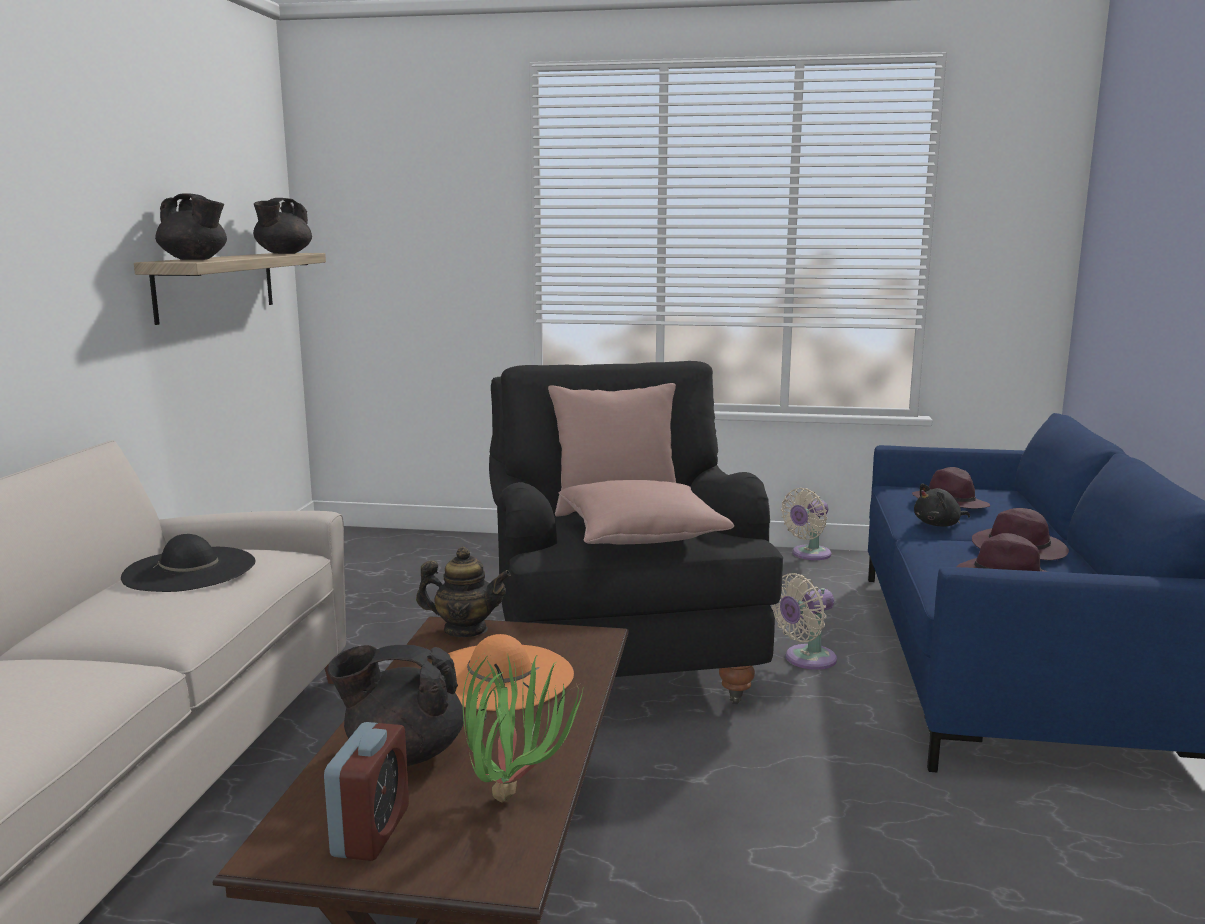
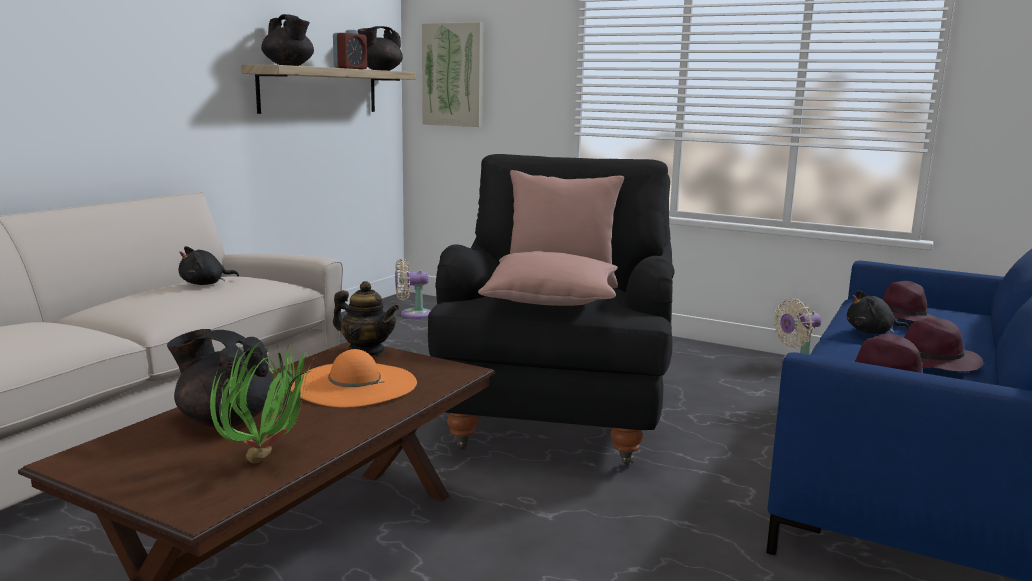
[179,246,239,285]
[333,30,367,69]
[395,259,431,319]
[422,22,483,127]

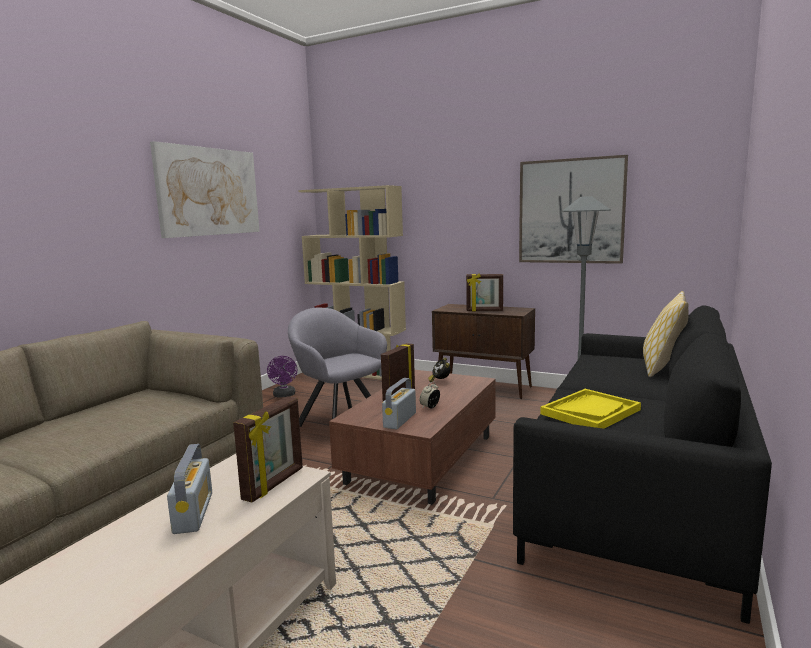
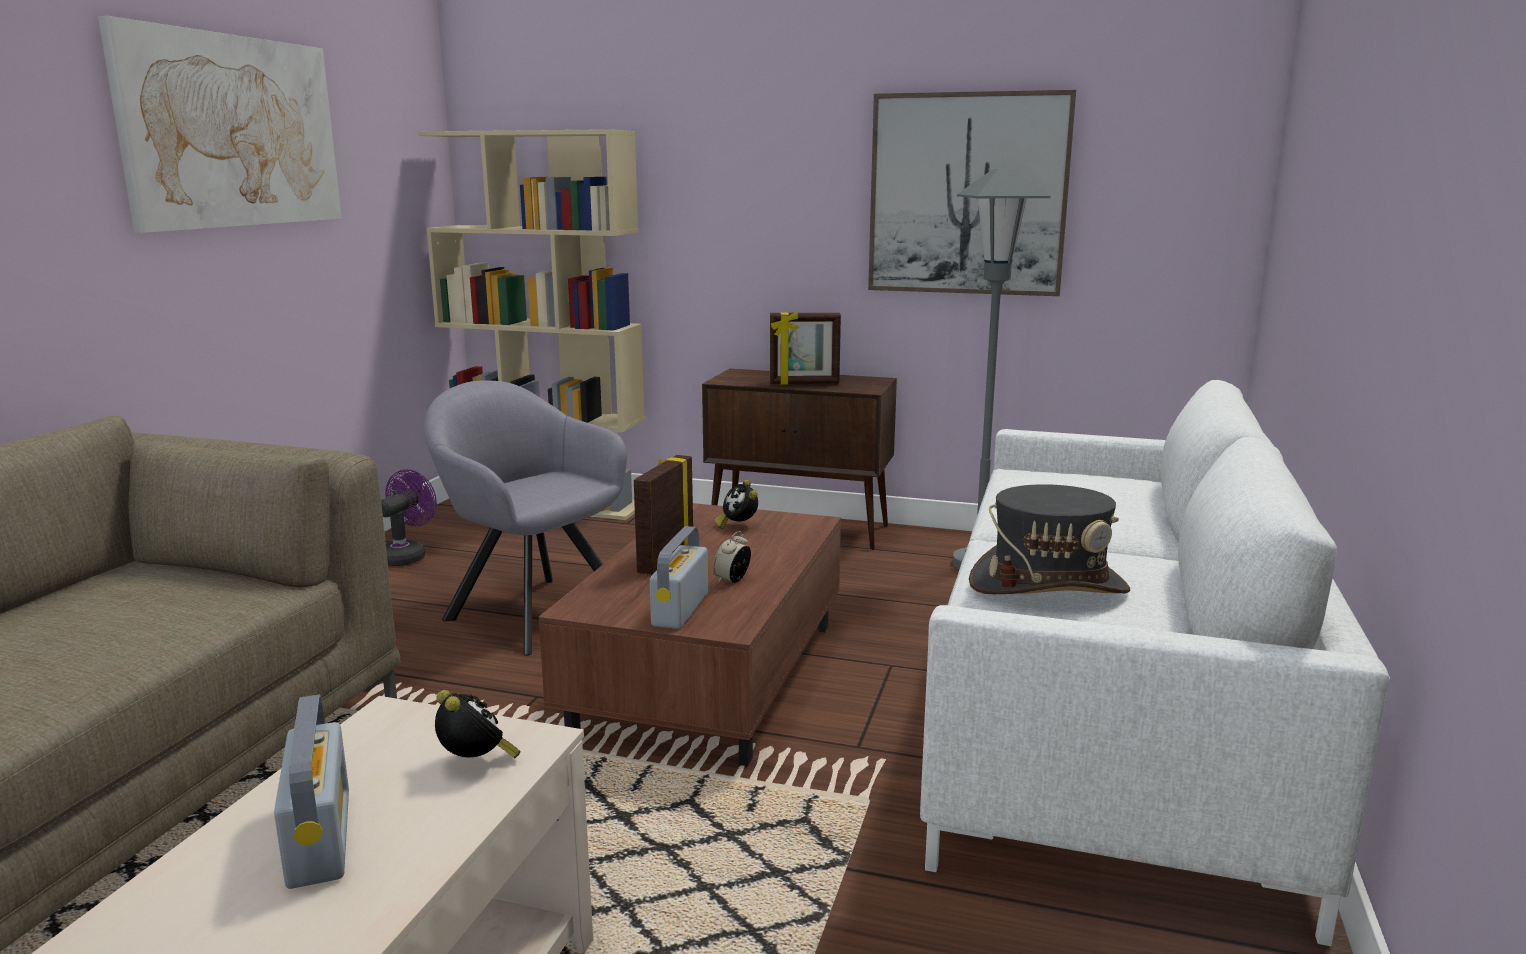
[381,469,437,566]
[435,690,521,758]
[920,380,1390,946]
[969,484,1130,594]
[643,291,689,377] (first image)

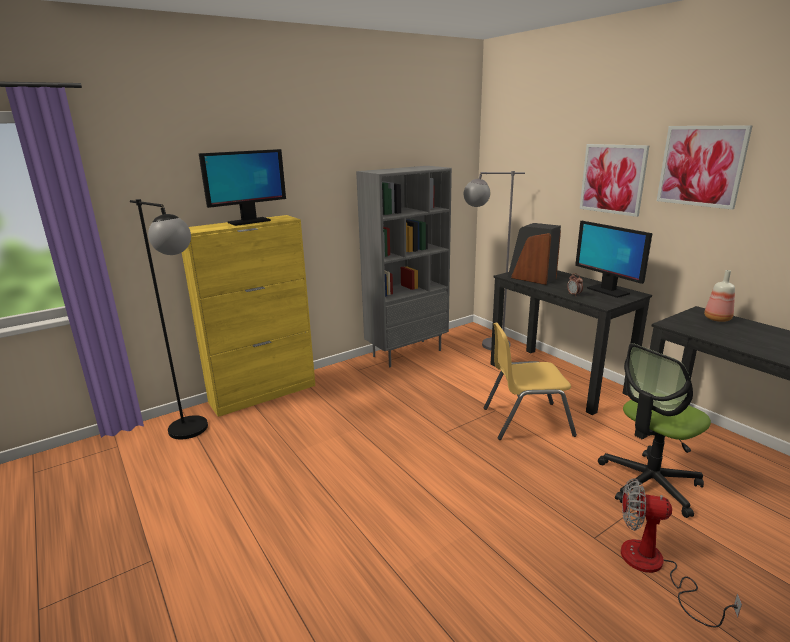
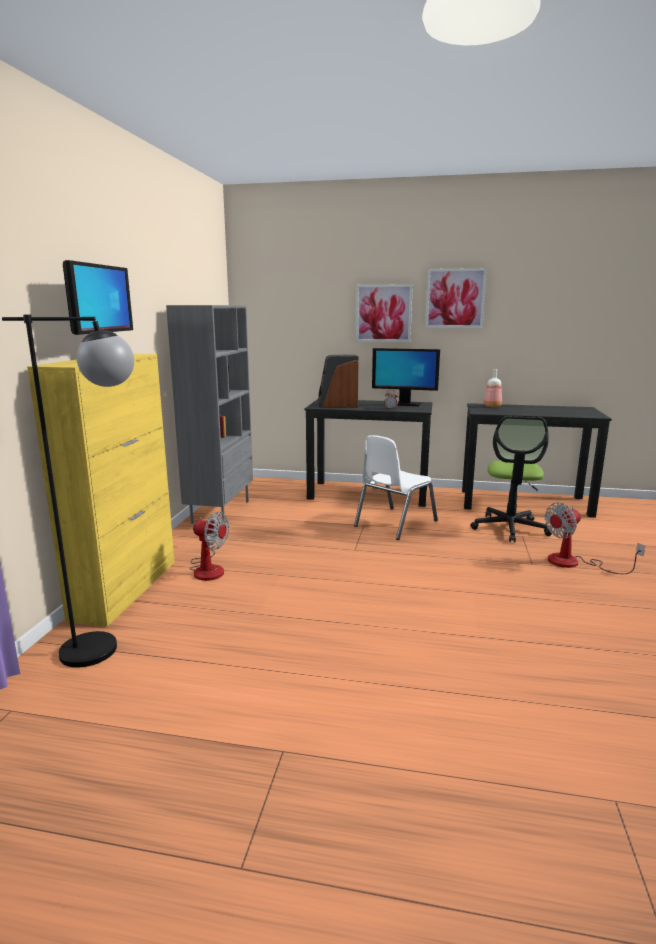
[190,512,229,581]
[354,435,438,540]
[464,171,525,350] (first image)

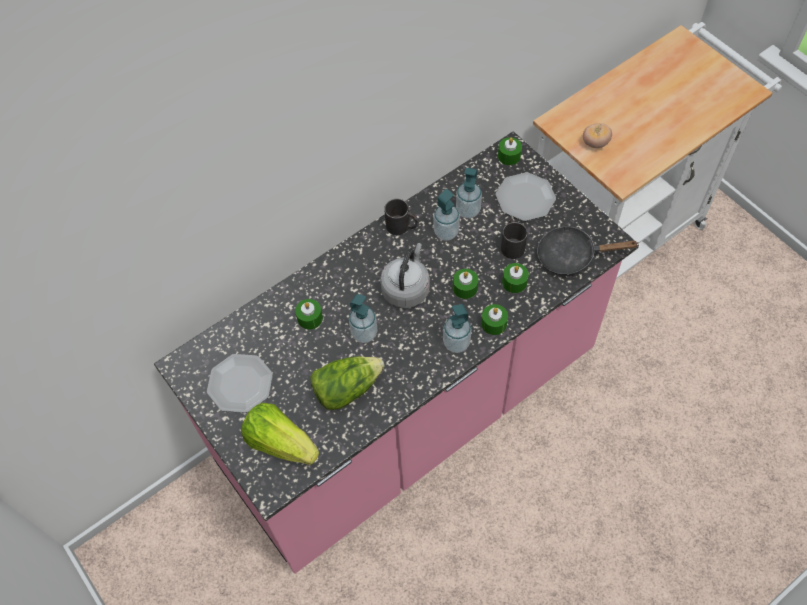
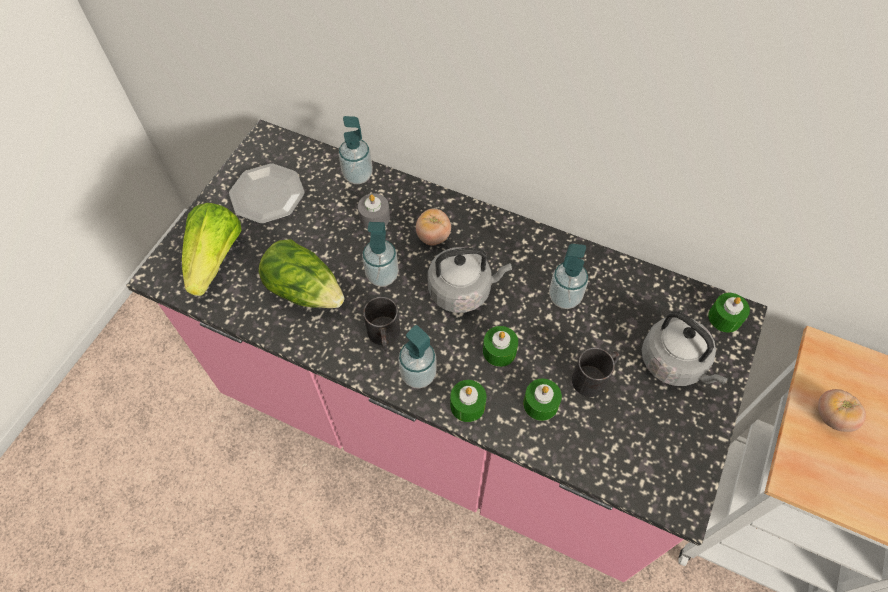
[339,116,372,184]
[358,193,390,229]
[363,297,400,352]
[416,209,451,246]
[642,312,728,386]
[537,226,639,275] (first image)

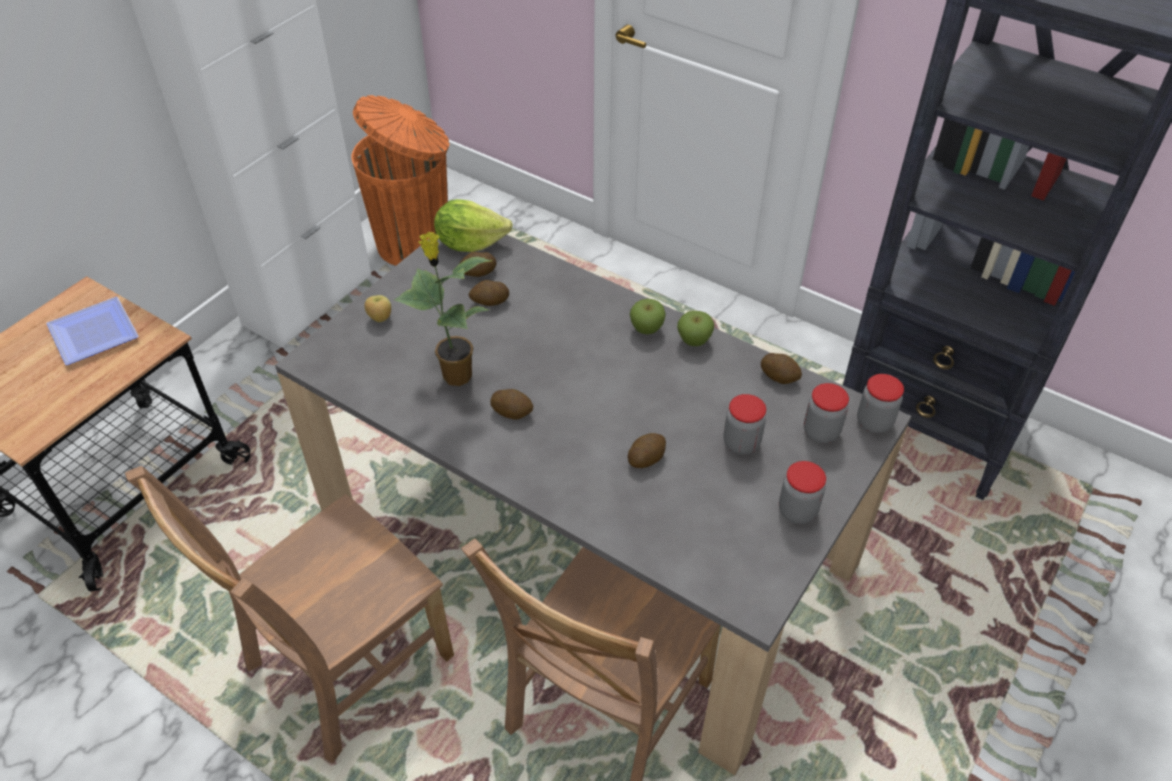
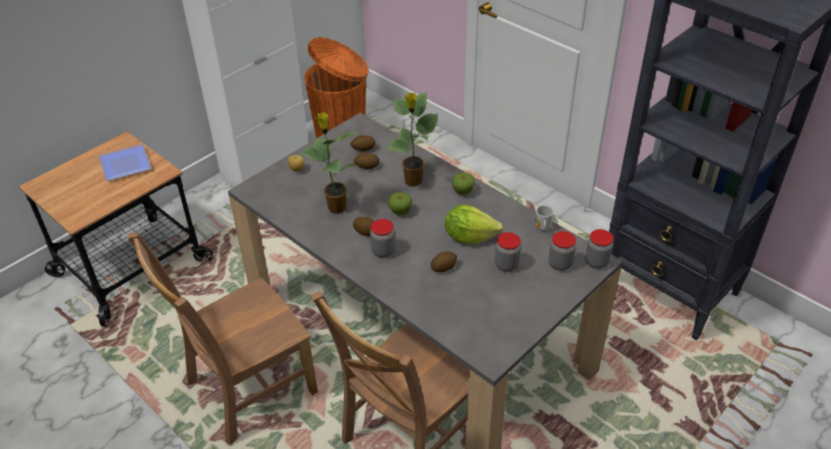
[370,219,395,258]
[386,92,438,187]
[388,192,412,215]
[445,205,503,244]
[535,205,554,231]

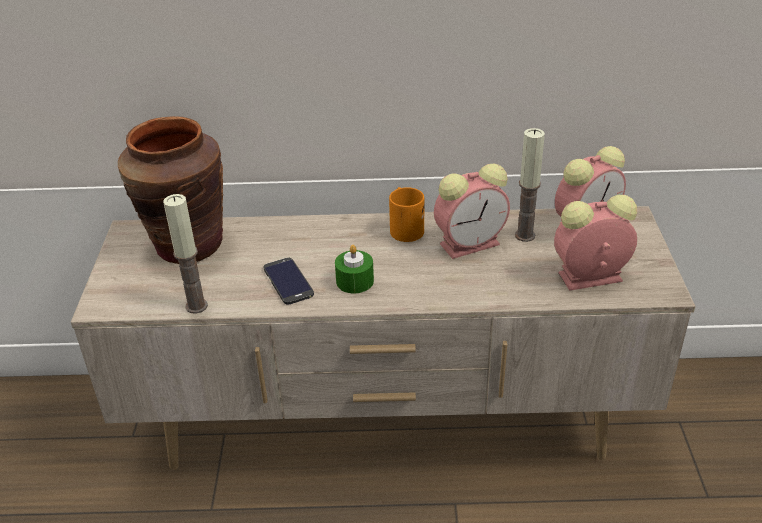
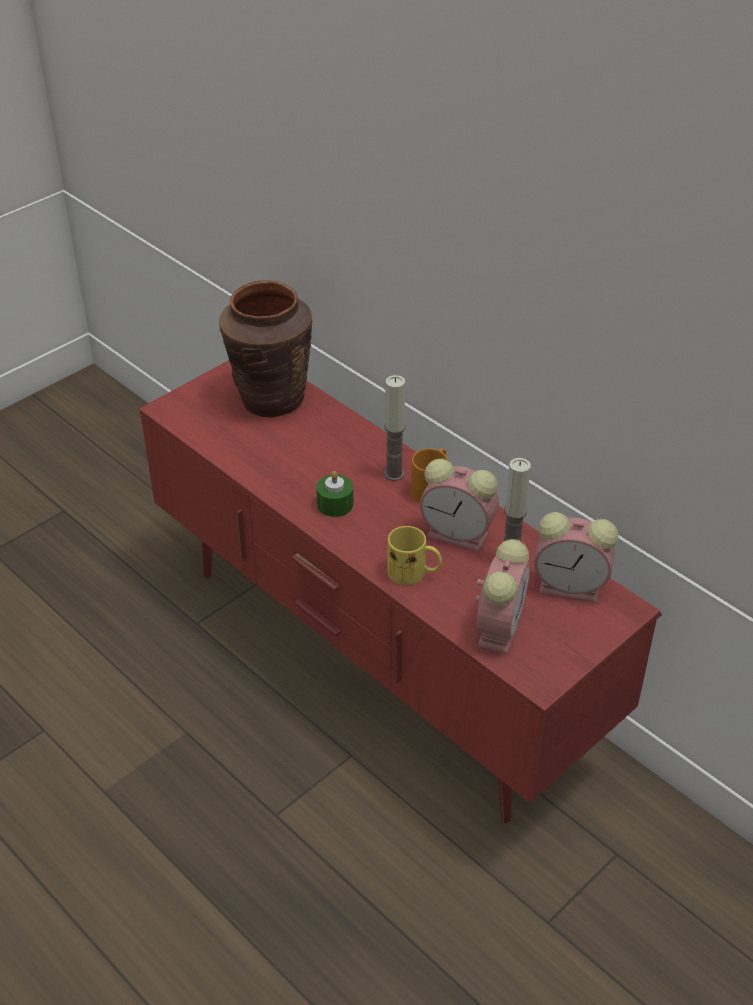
[139,360,662,823]
[384,375,406,481]
[387,526,442,585]
[476,539,530,654]
[263,258,314,304] (first image)

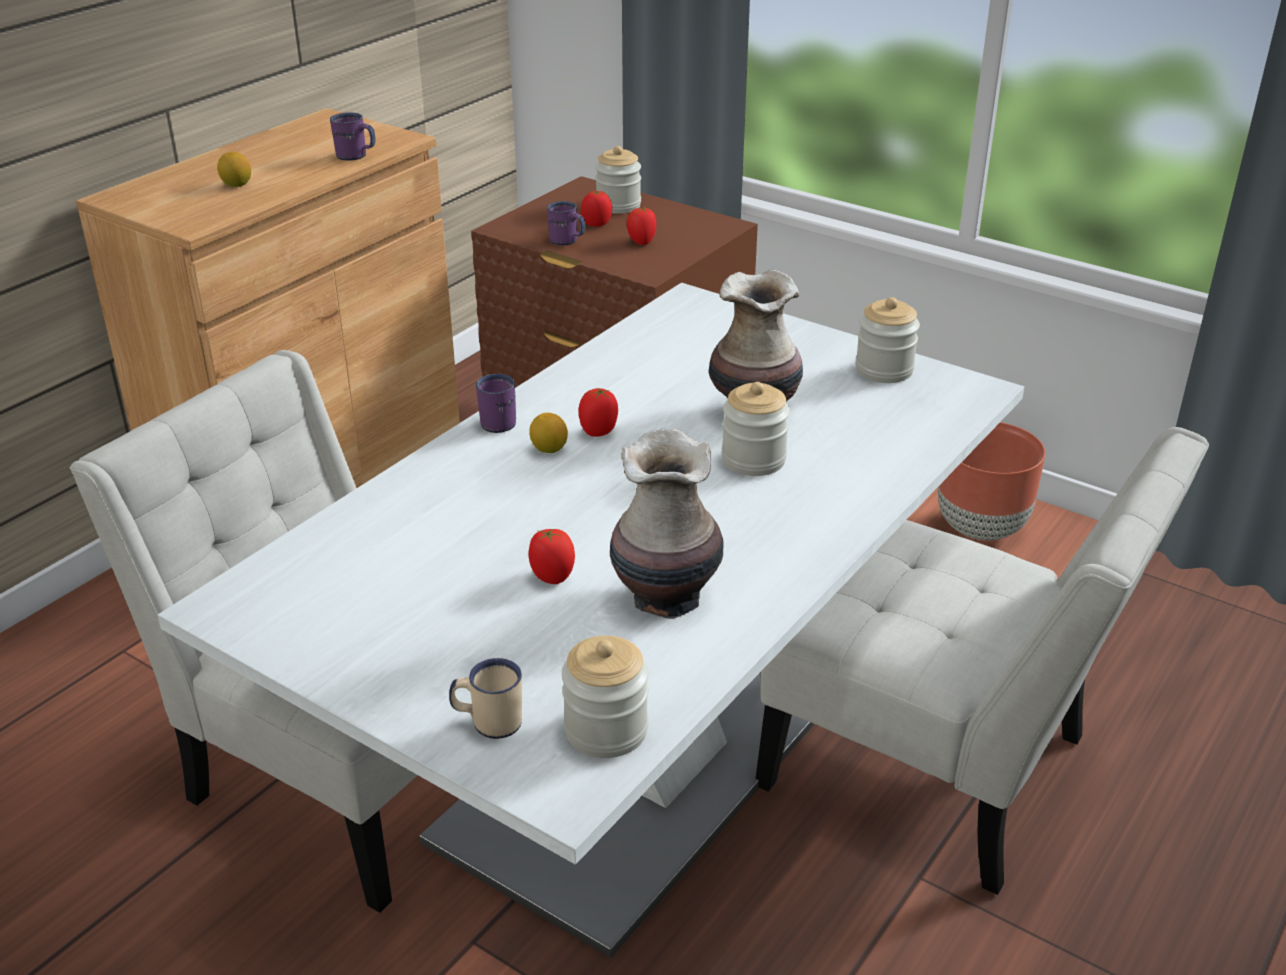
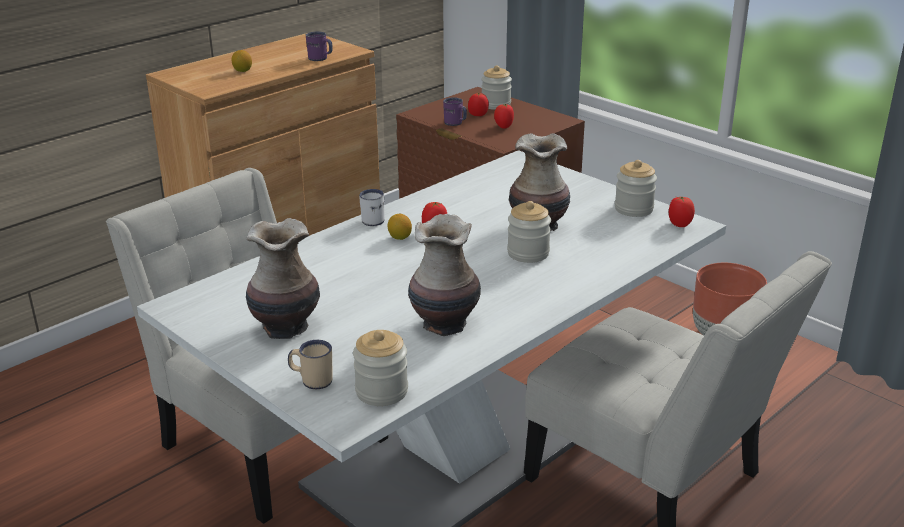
[246,218,320,339]
[359,189,385,226]
[669,197,695,227]

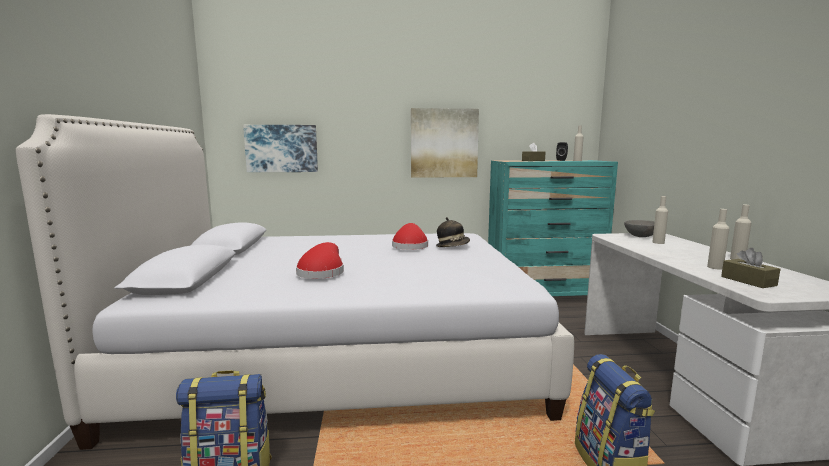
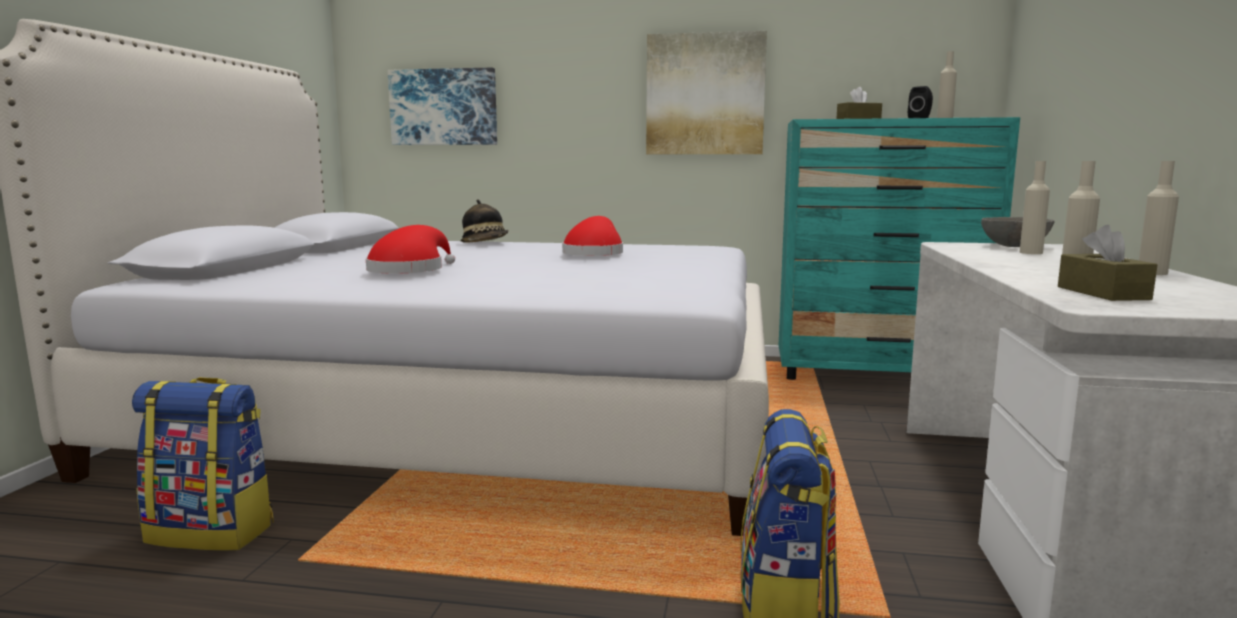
[460,199,509,243]

